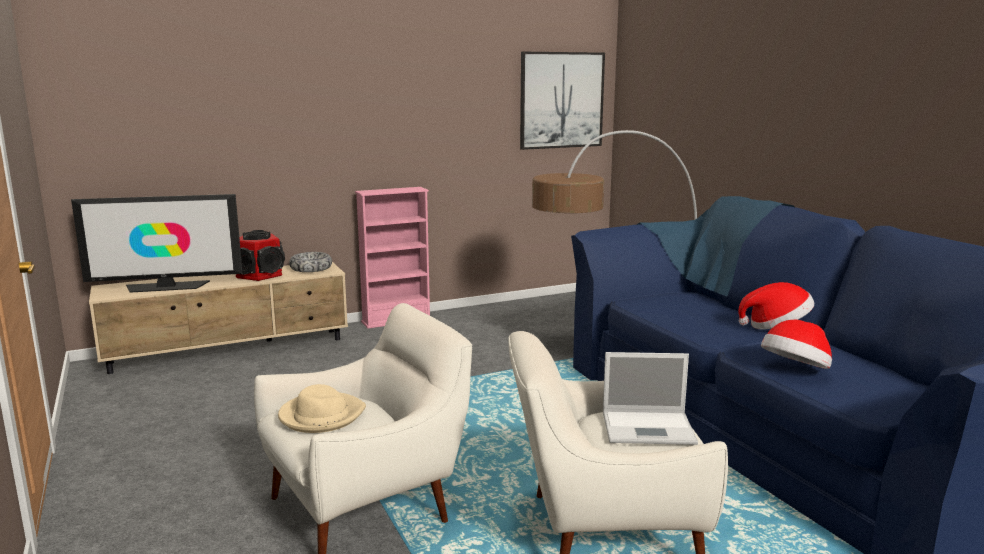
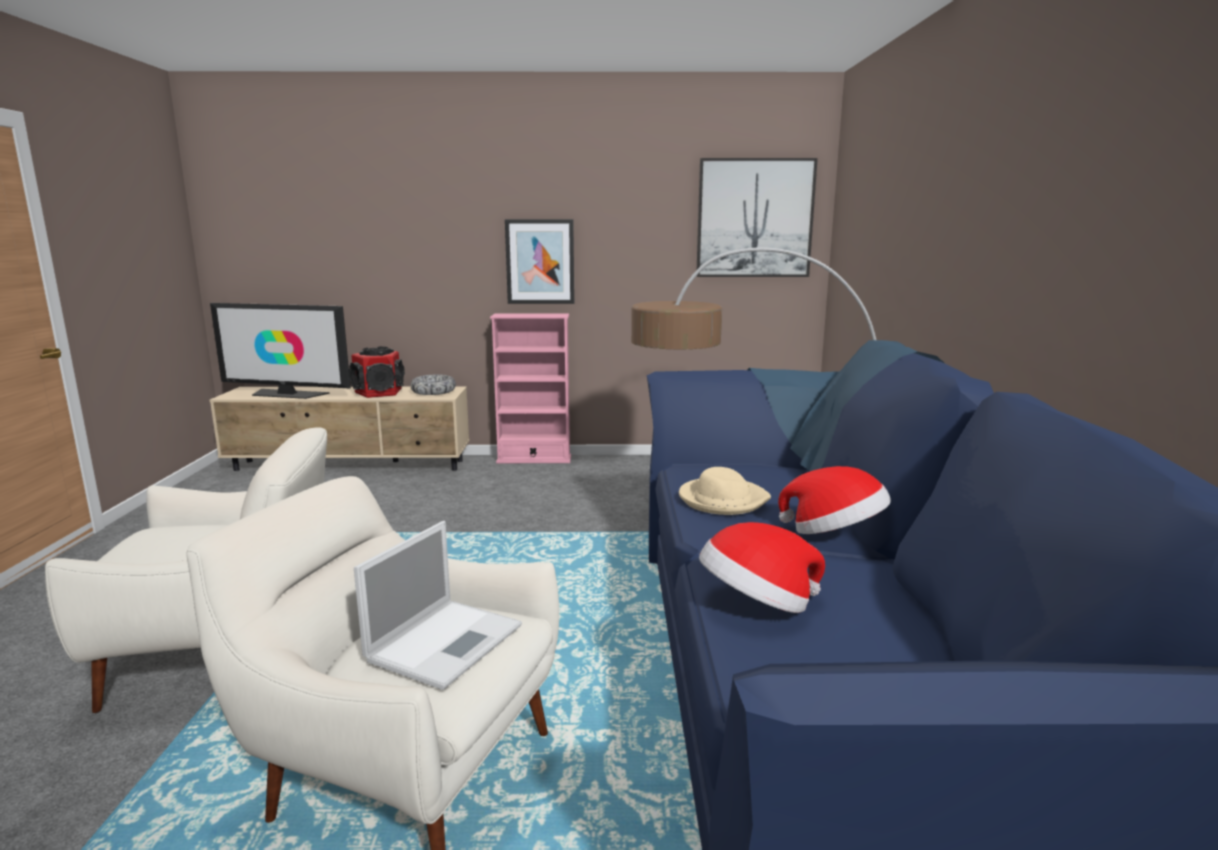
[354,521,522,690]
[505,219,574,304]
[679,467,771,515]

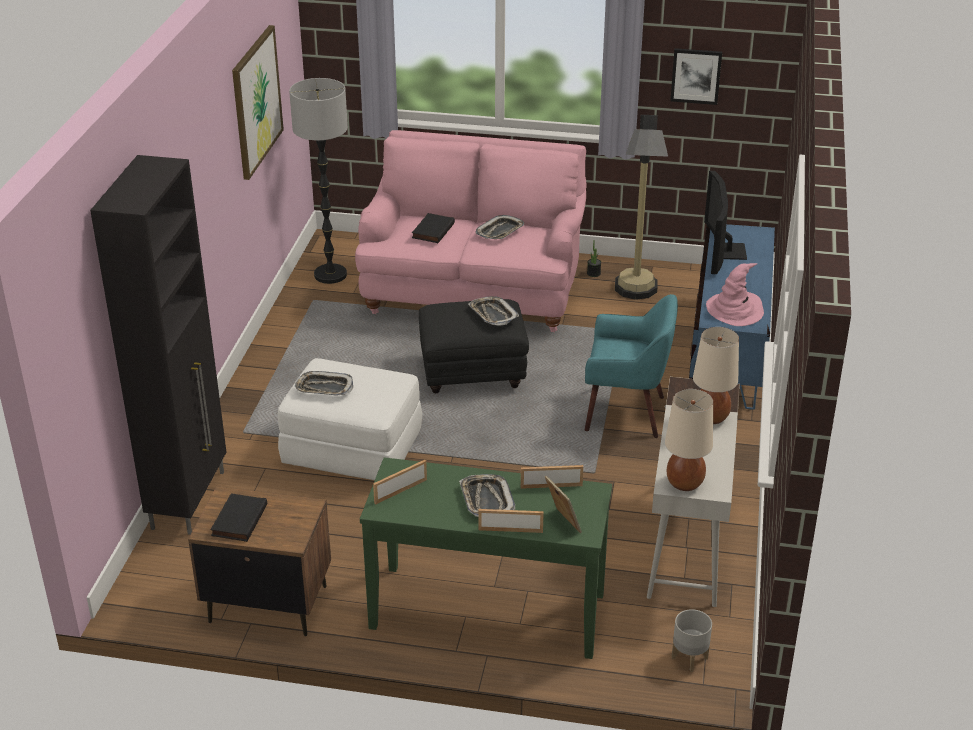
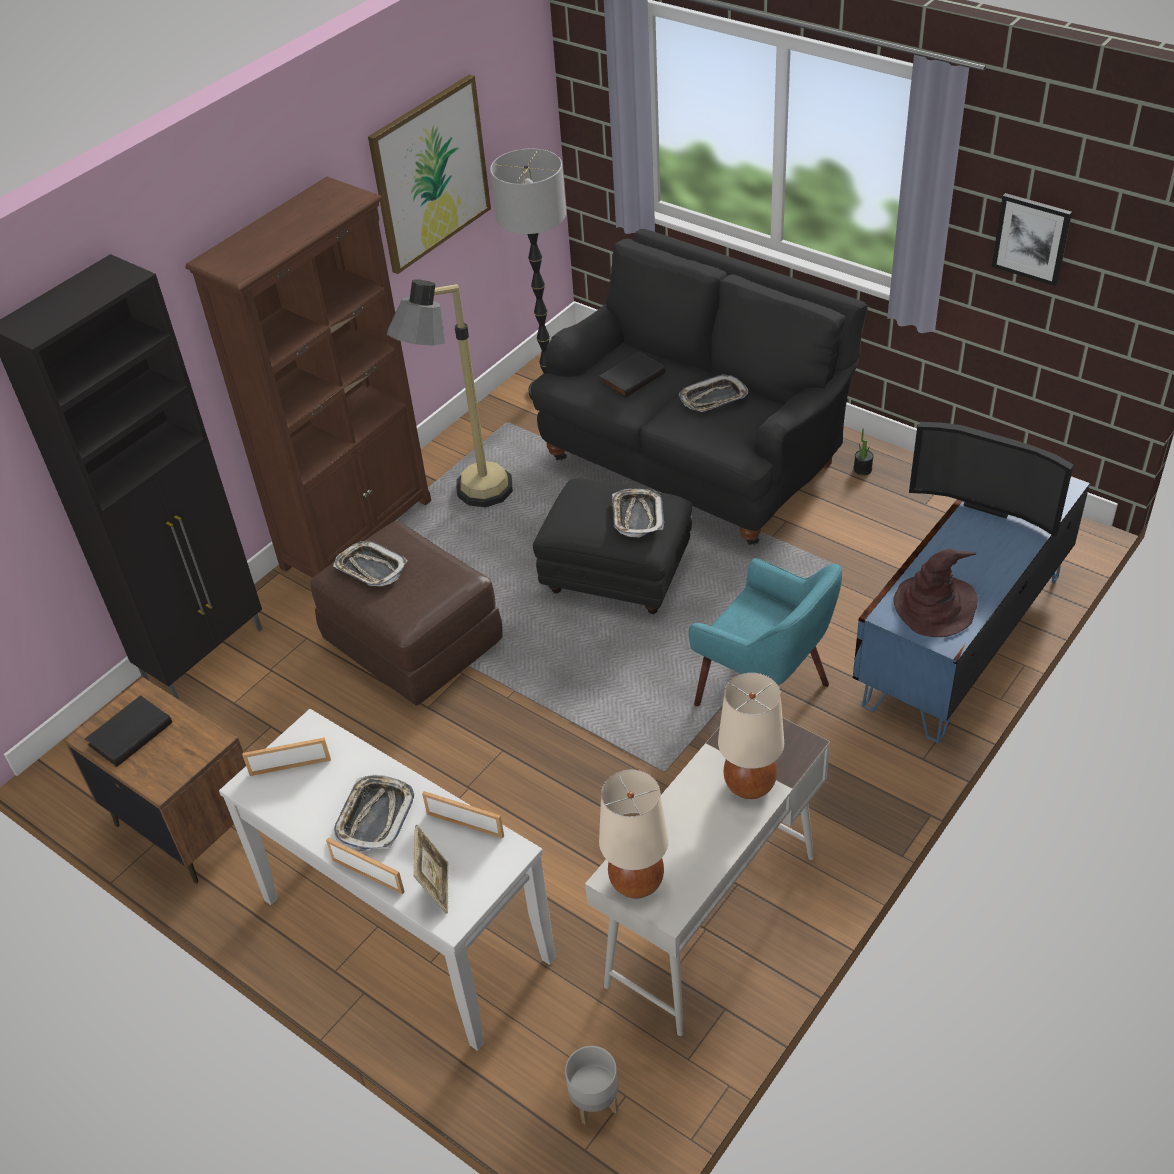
[185,177,431,578]
[219,709,556,1051]
[310,521,502,706]
[387,279,513,507]
[531,229,868,545]
[893,549,978,637]
[909,422,1074,537]

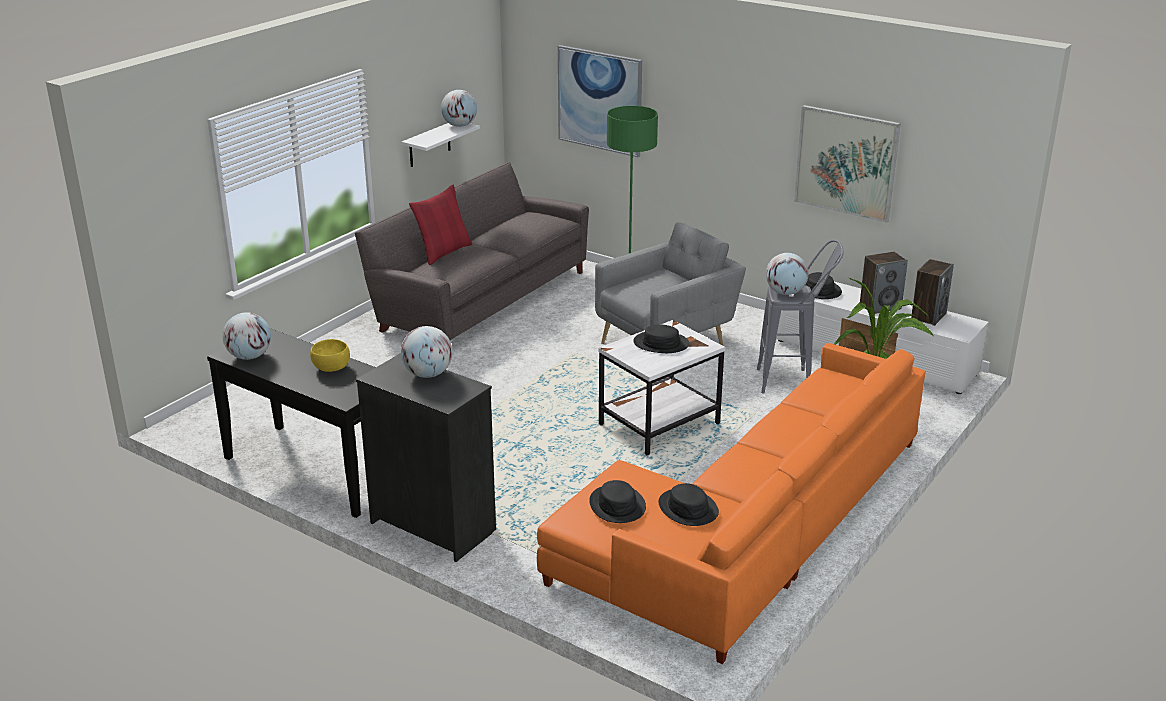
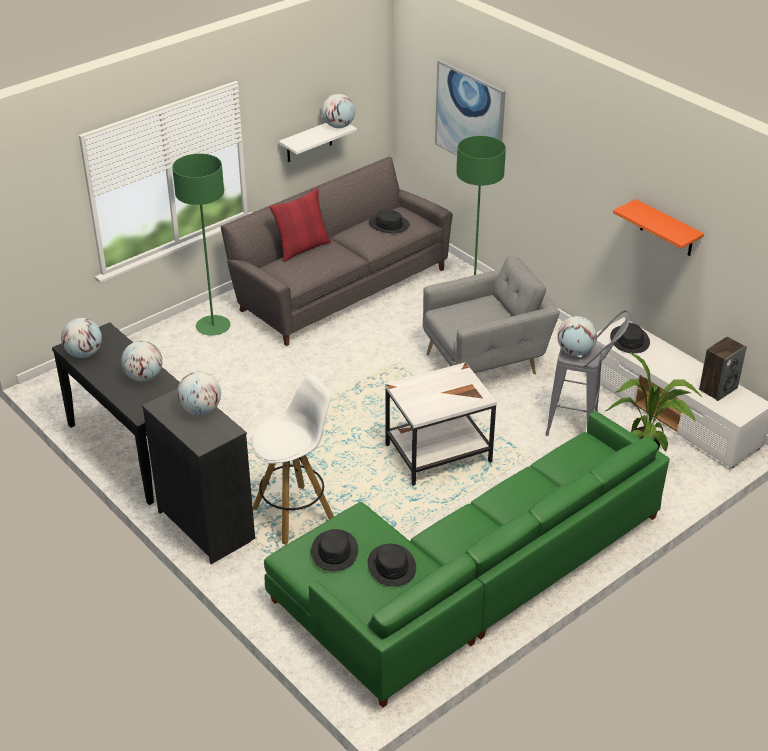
[121,341,163,382]
[172,154,230,335]
[251,375,334,545]
[264,411,670,708]
[369,209,410,233]
[613,199,704,256]
[860,252,908,314] (first image)

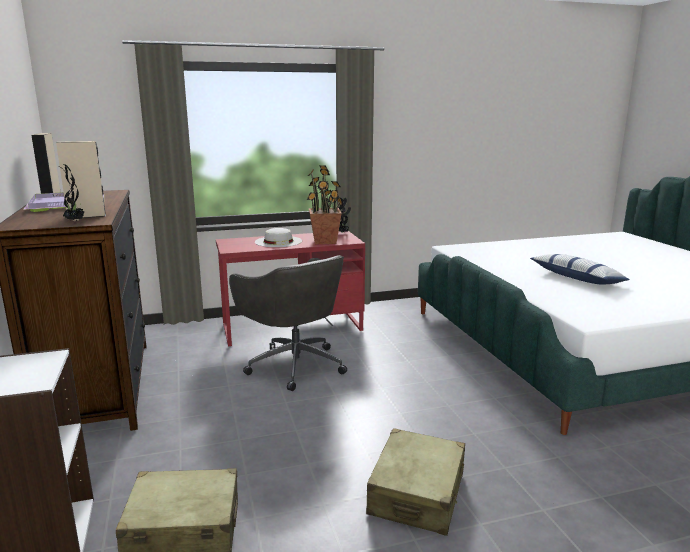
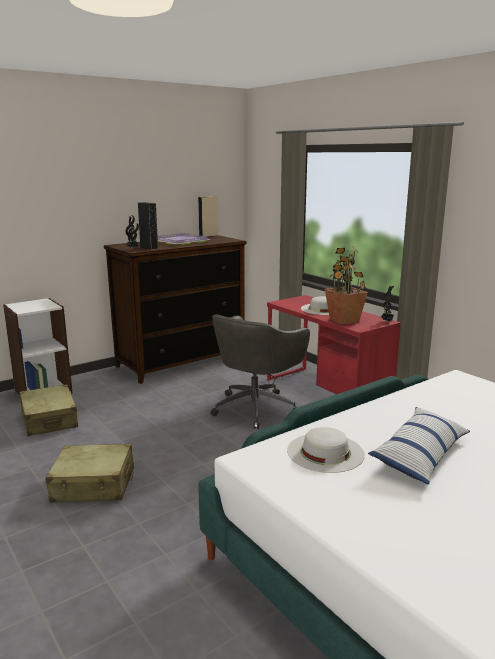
[138,202,158,250]
[287,427,365,473]

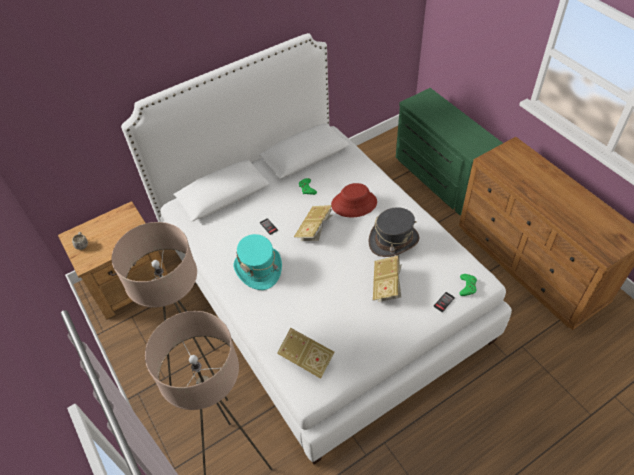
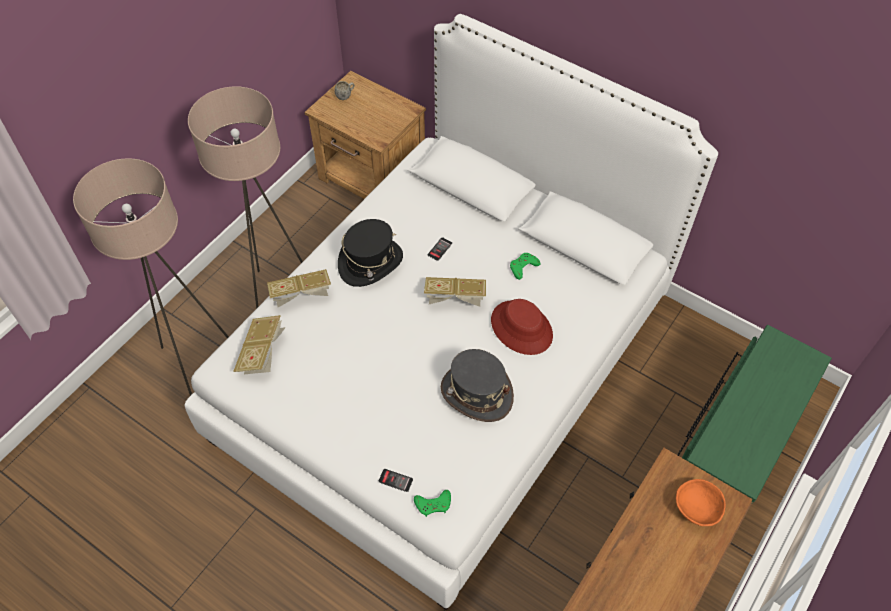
[267,269,331,307]
[338,219,403,287]
[676,479,726,526]

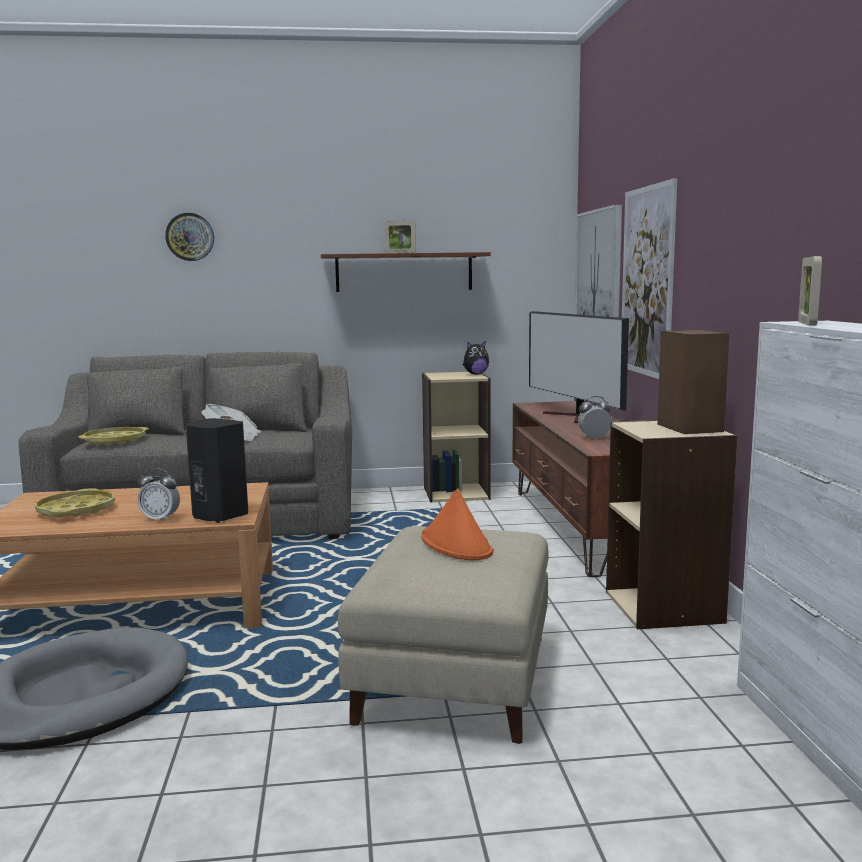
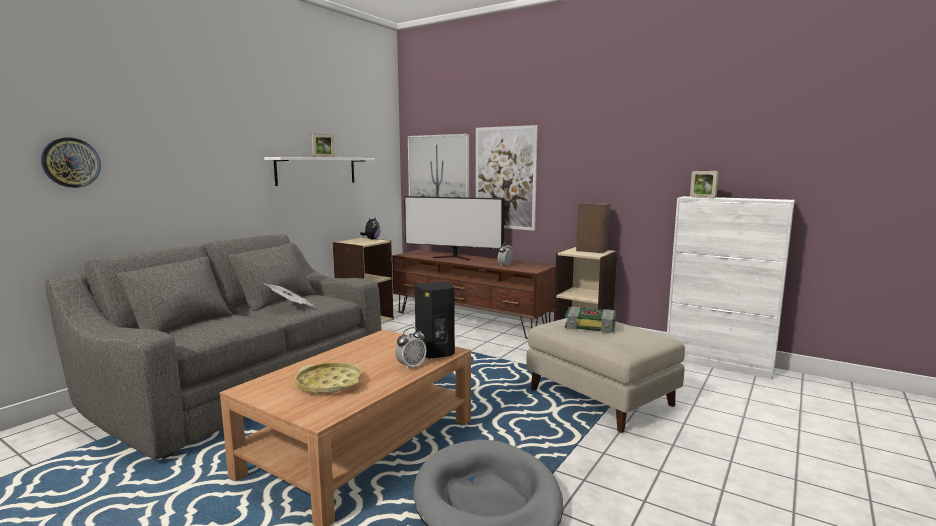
[41,137,101,188]
[264,157,375,186]
[565,307,616,333]
[78,427,149,445] (first image)

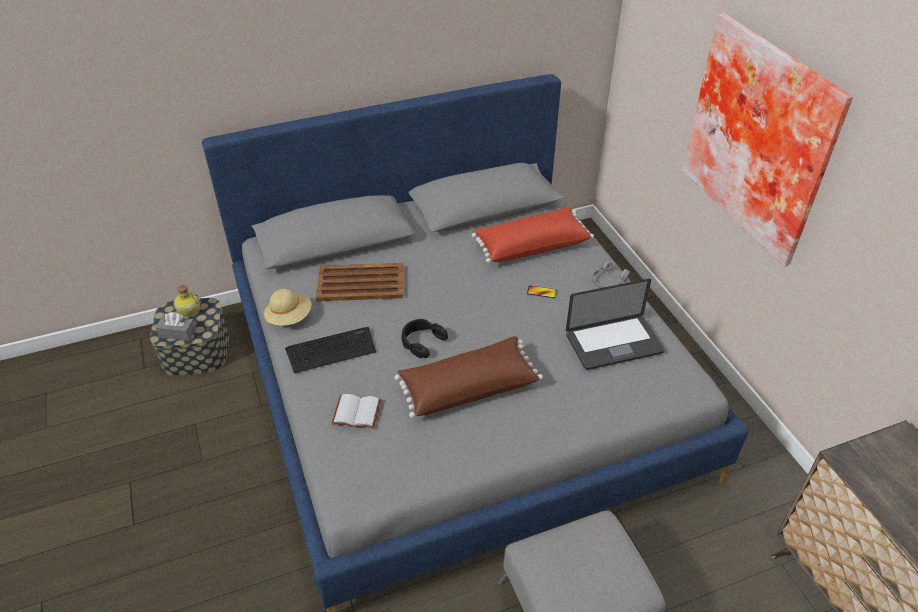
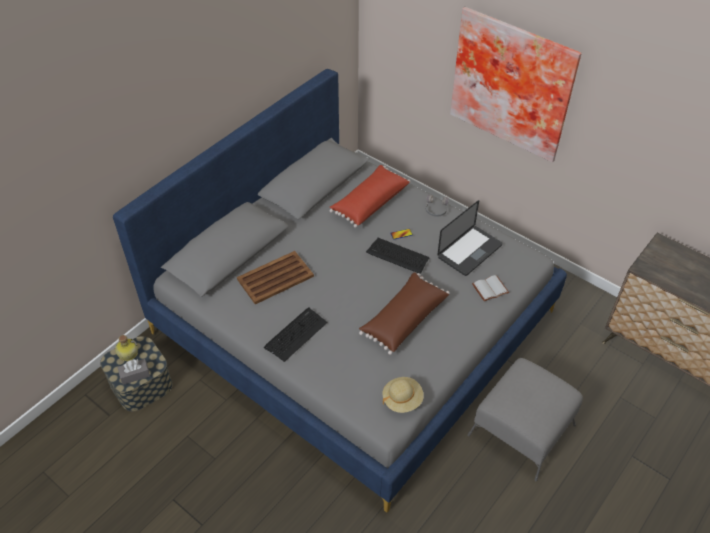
[366,238,430,274]
[382,377,424,413]
[472,275,509,302]
[401,319,448,358] (first image)

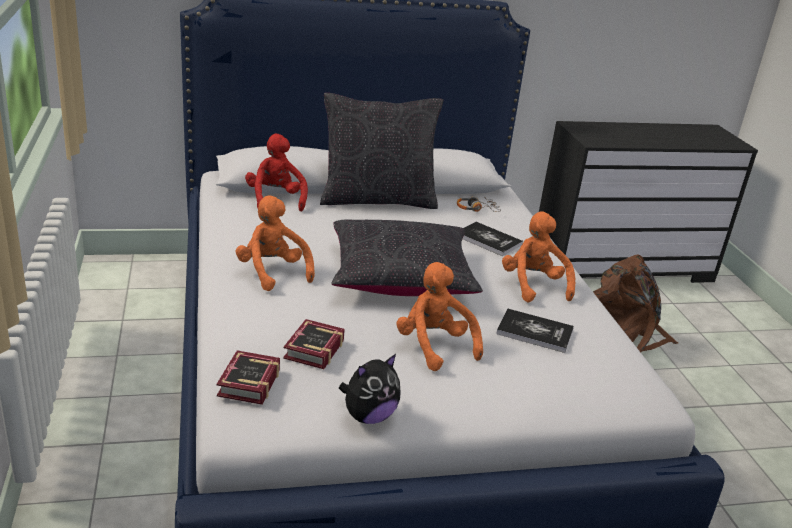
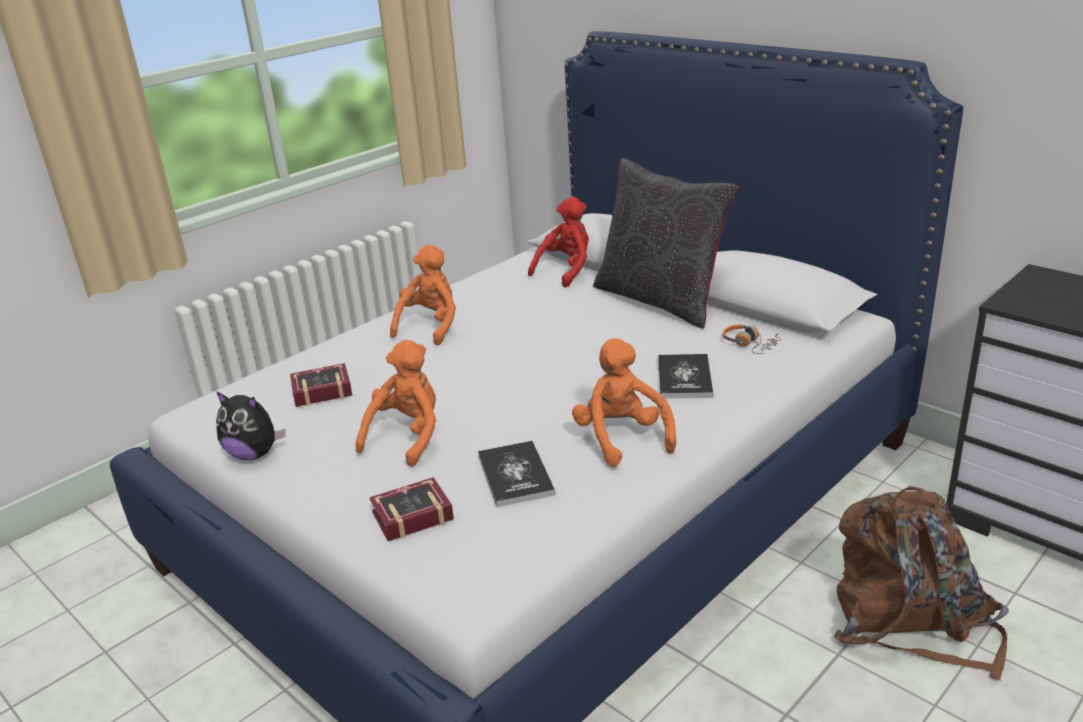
[369,477,454,541]
[572,338,676,467]
[331,220,483,296] (first image)

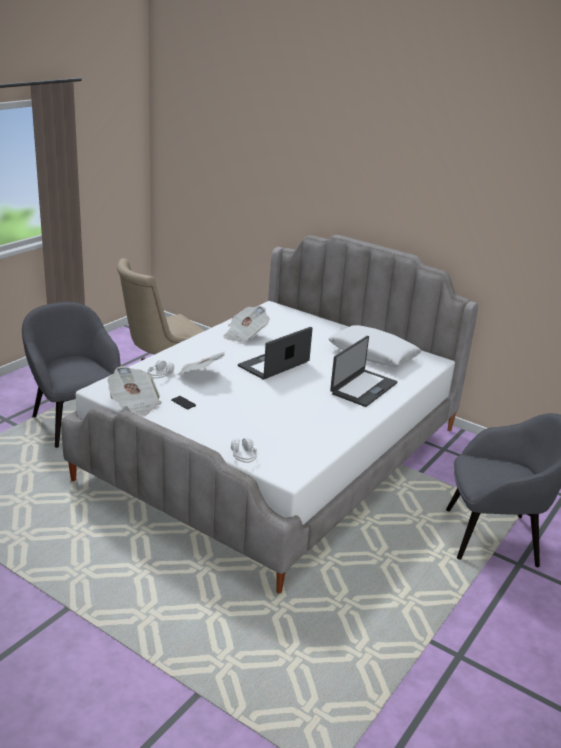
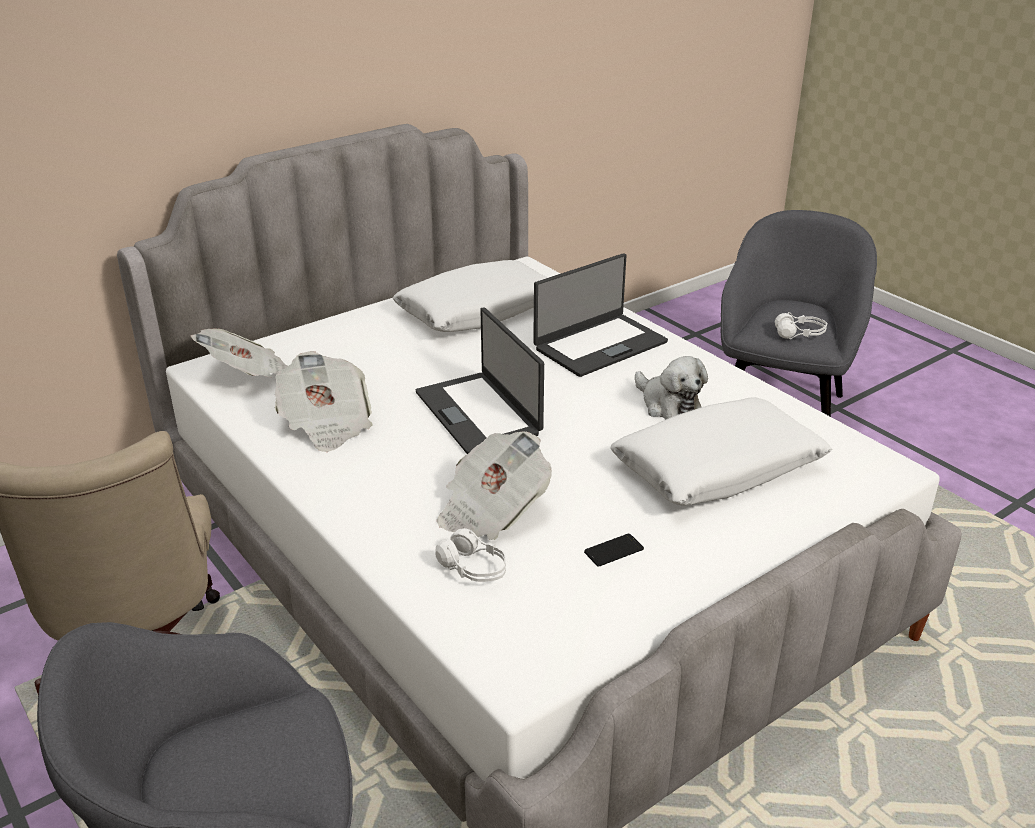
[191,328,288,378]
[533,253,668,377]
[610,397,832,506]
[635,356,708,419]
[775,312,827,339]

